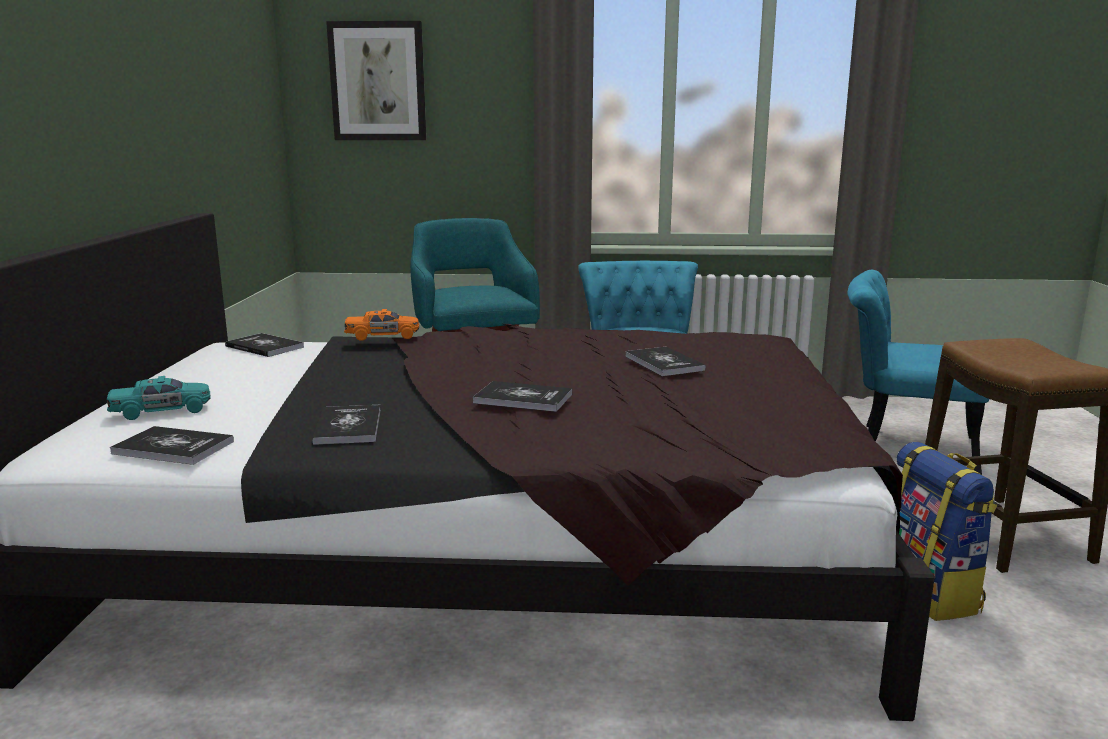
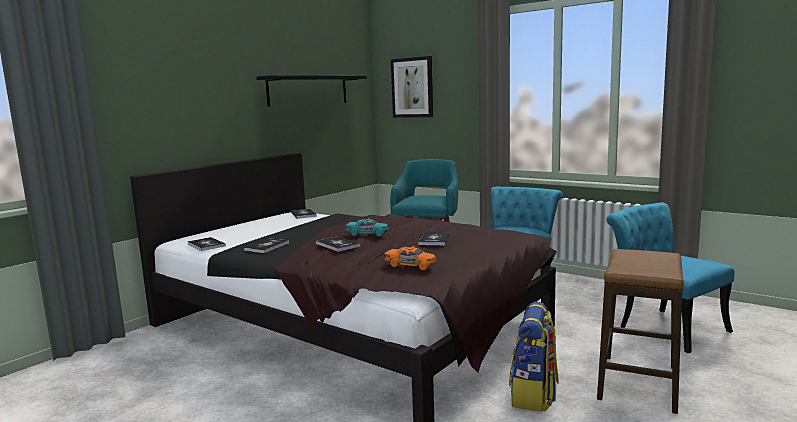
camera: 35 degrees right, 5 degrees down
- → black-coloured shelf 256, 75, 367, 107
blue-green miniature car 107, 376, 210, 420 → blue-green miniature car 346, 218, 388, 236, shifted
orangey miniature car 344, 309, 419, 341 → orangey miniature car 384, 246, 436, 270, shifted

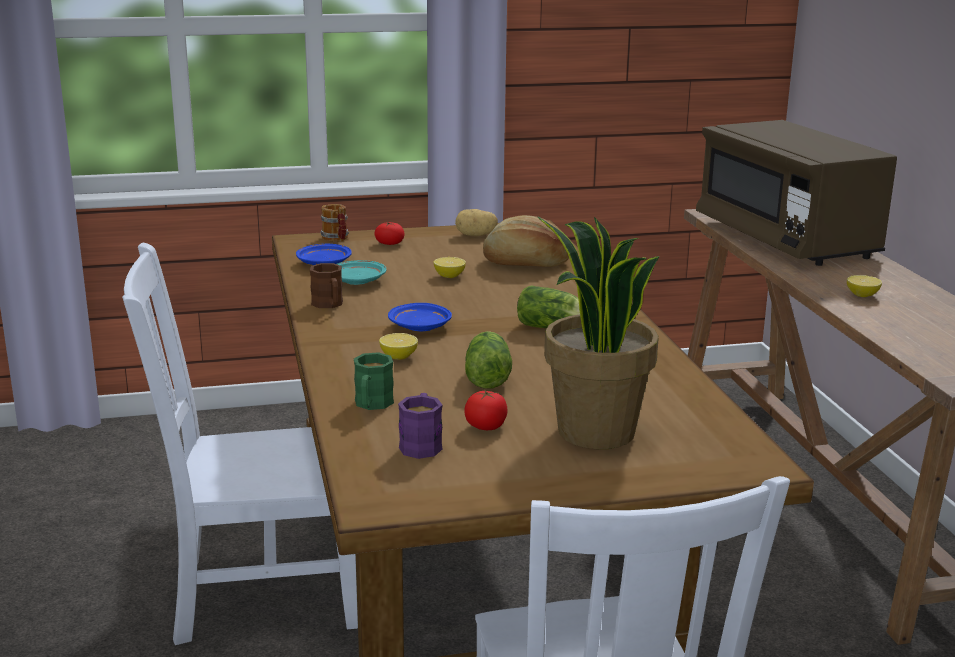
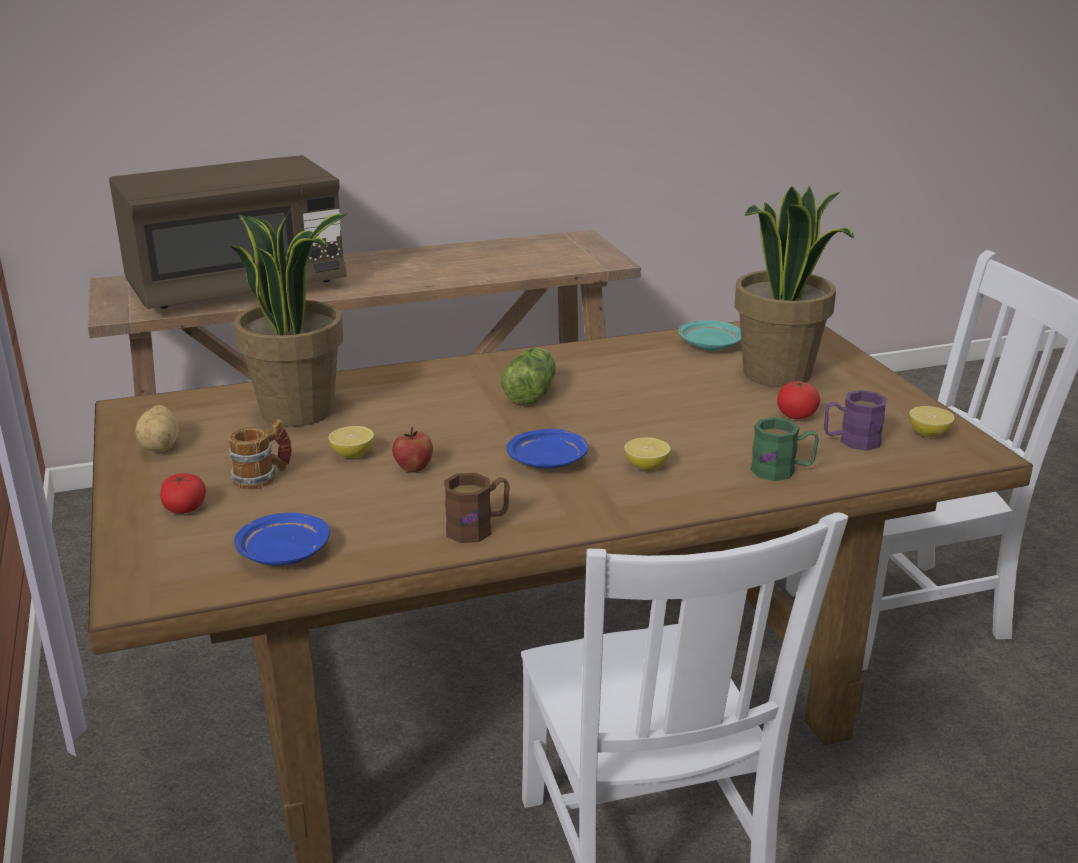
camera: 95 degrees left, 5 degrees up
coffee mug 320, 204, 349, 242 → coffee mug 228, 419, 292, 490, shifted
baked bread 483, 215, 569, 267 → potted plant 229, 210, 348, 427
- → apple 392, 427, 433, 473
blue-green plate 337, 260, 387, 285 → blue-green plate 678, 320, 741, 351, shifted
whole lemon 847, 275, 882, 297 → whole lemon 909, 406, 954, 437, shifted
head of lettuce 465, 331, 512, 389 → -

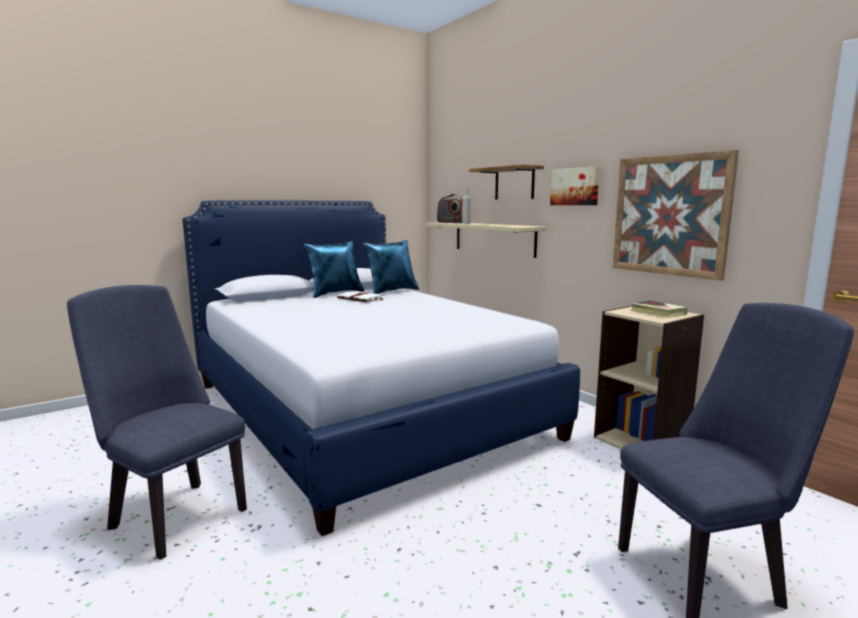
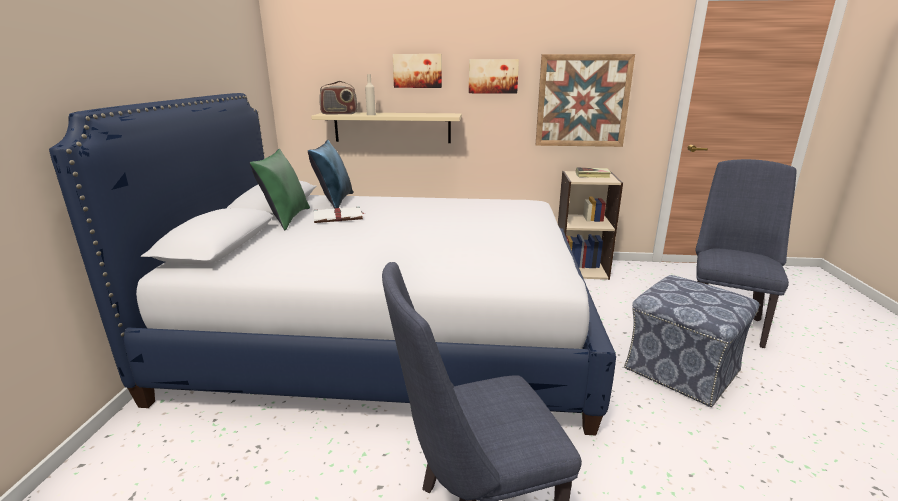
camera: 50 degrees left, 10 degrees up
blue-coloured cushion 304, 241, 365, 298 → green cushion 249, 149, 310, 230
shelf 469, 164, 544, 199 → wall art 393, 54, 442, 88
- → pouffe 624, 275, 759, 407

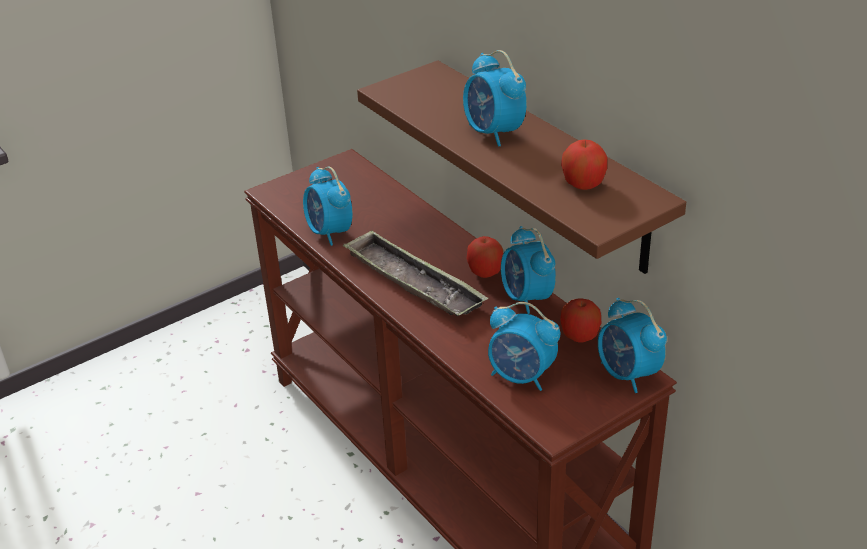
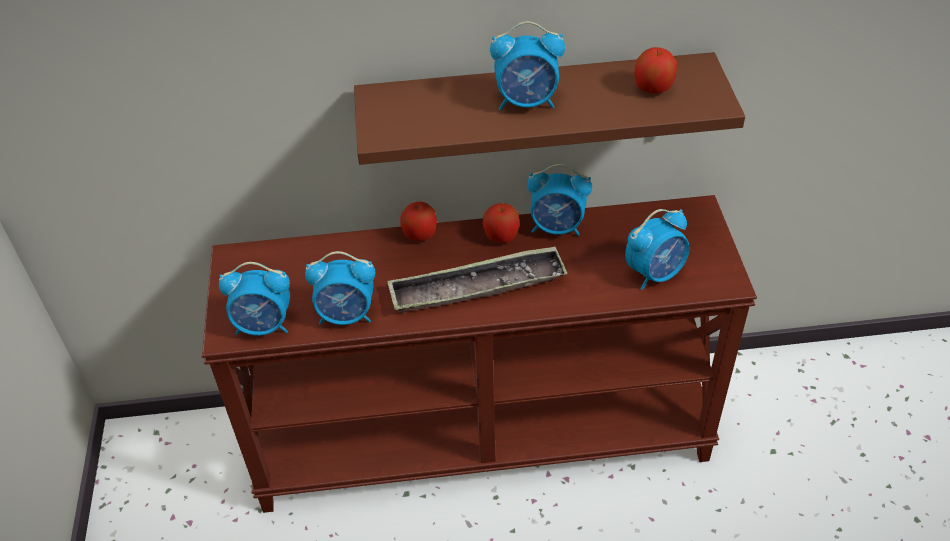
camera: 60 degrees left, 10 degrees up
table clock 598, 298, 667, 393 → table clock 219, 262, 290, 336, shifted
apple 560, 298, 601, 343 → apple 400, 202, 437, 241, shifted

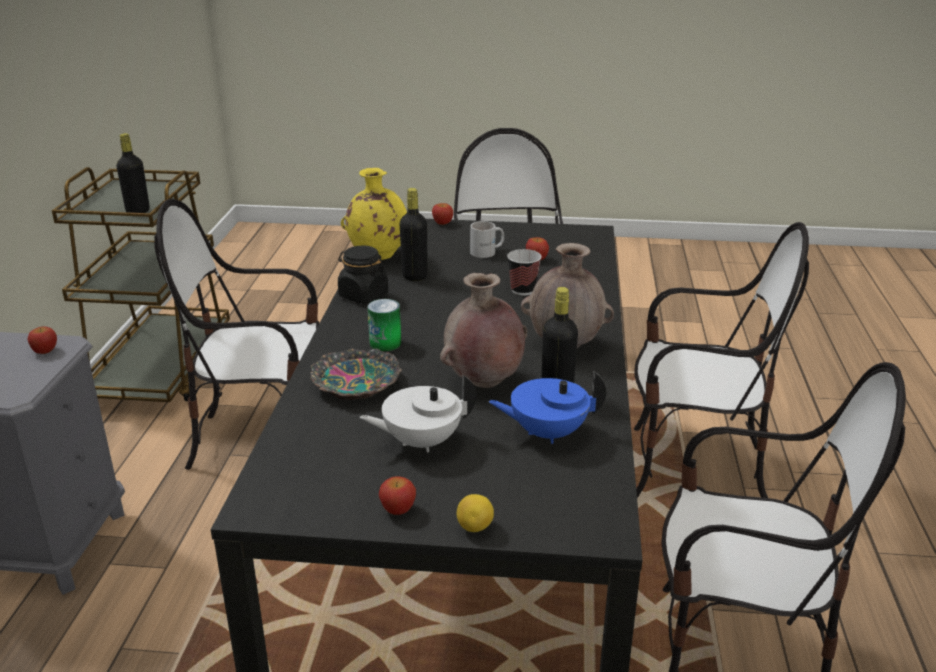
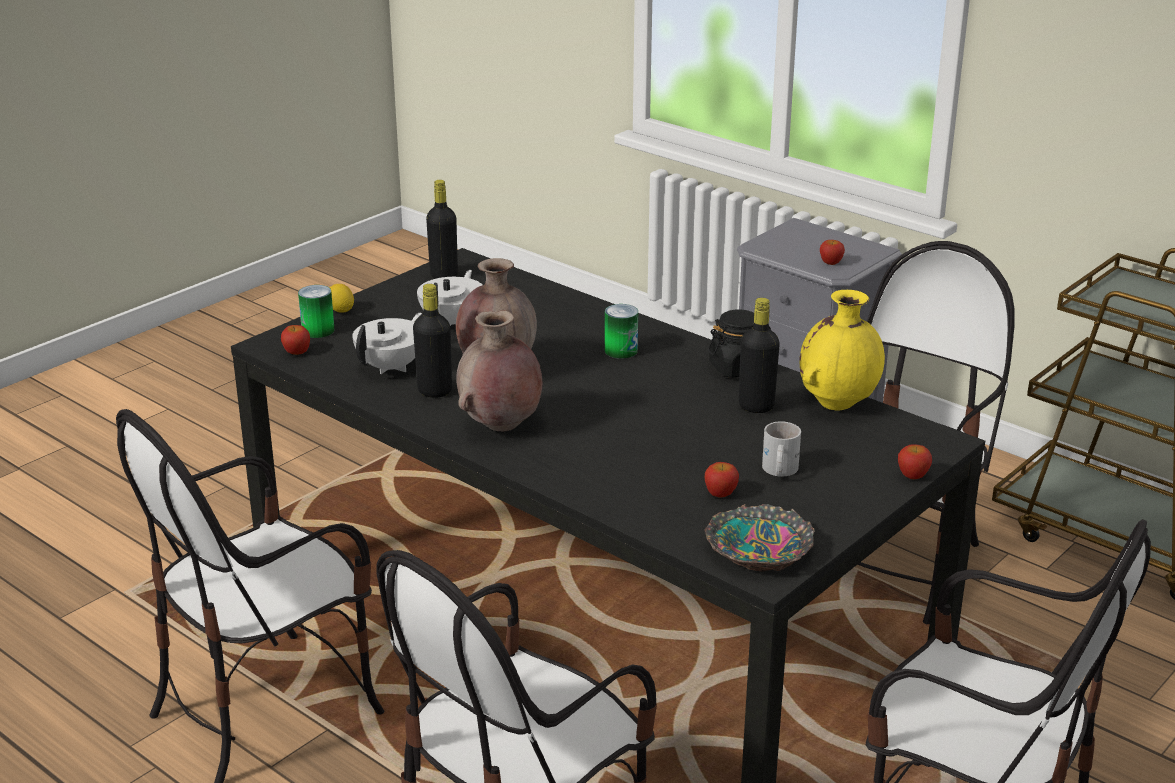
camera: 125 degrees right, 0 degrees up
apple 379, 476, 416, 515 → apple 281, 325, 310, 355, shifted
- → metal can 298, 285, 335, 338
blue-coloured pot for tea 488, 372, 606, 444 → white pot for tea 352, 313, 422, 374
black-coloured beverage bottle 116, 133, 150, 213 → black-coloured beverage bottle 426, 180, 458, 279, shifted
serving bowl 310, 349, 402, 400 → serving bowl 704, 504, 815, 571, shifted
drinking cup 507, 249, 542, 295 → -

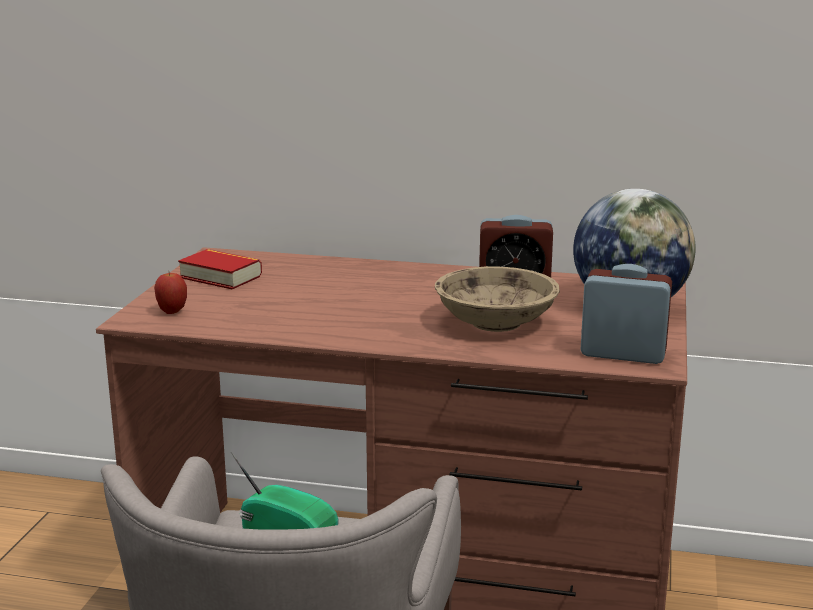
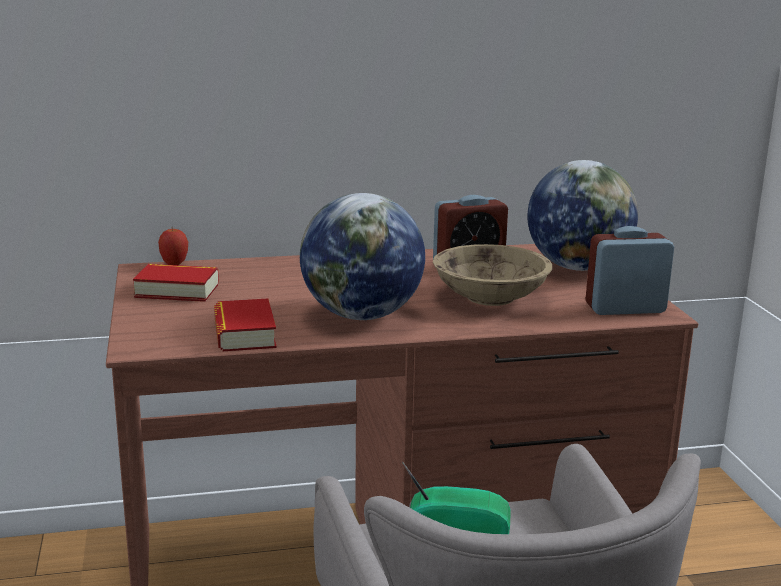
camera: 25 degrees left, 0 degrees up
apple 154, 273, 187, 314 → apple 158, 227, 188, 265, shifted
- → bound book 214, 299, 277, 351
- → desk globe 300, 193, 425, 320

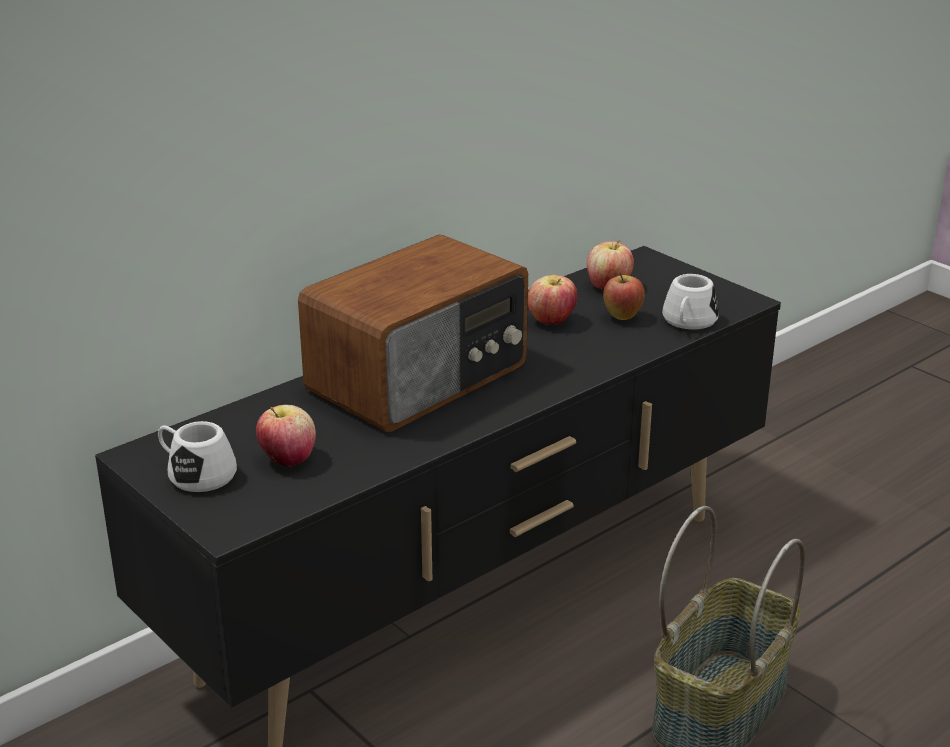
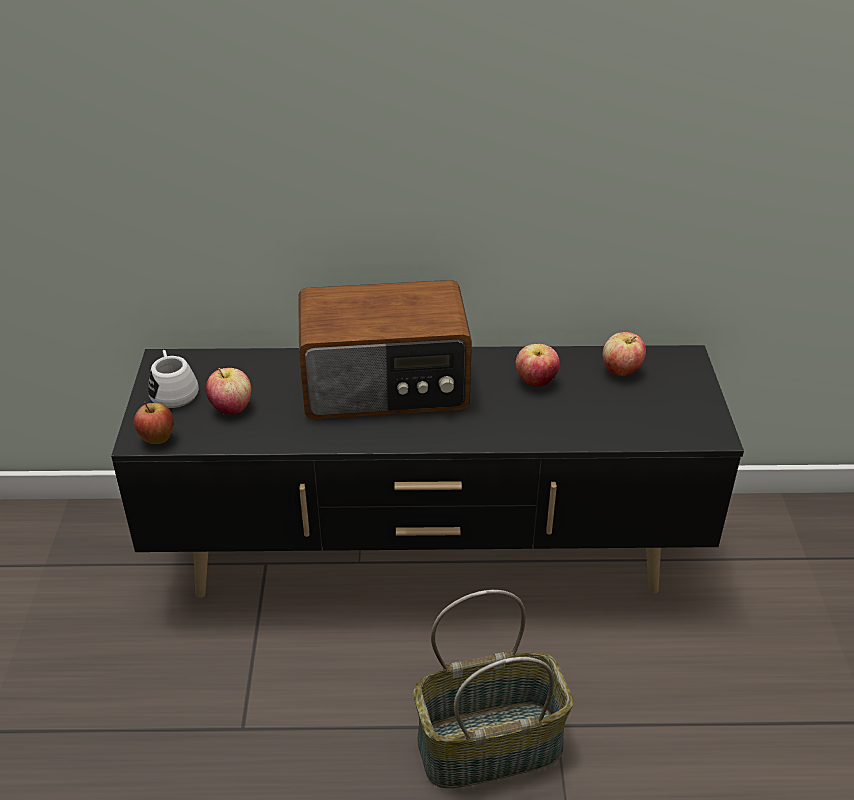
camera: 40 degrees right, 10 degrees up
apple 603, 272, 645, 320 → apple 134, 401, 174, 444, shifted
white coffee mug 662, 274, 719, 329 → -

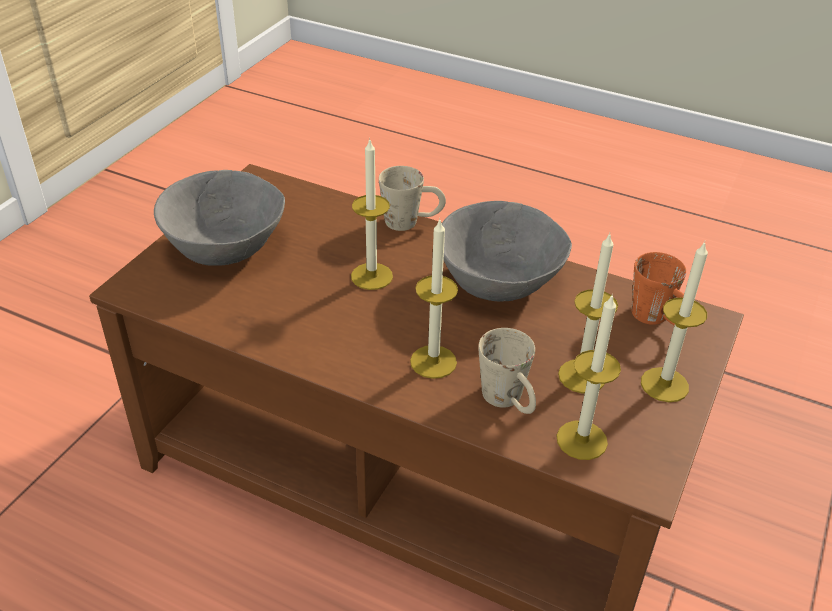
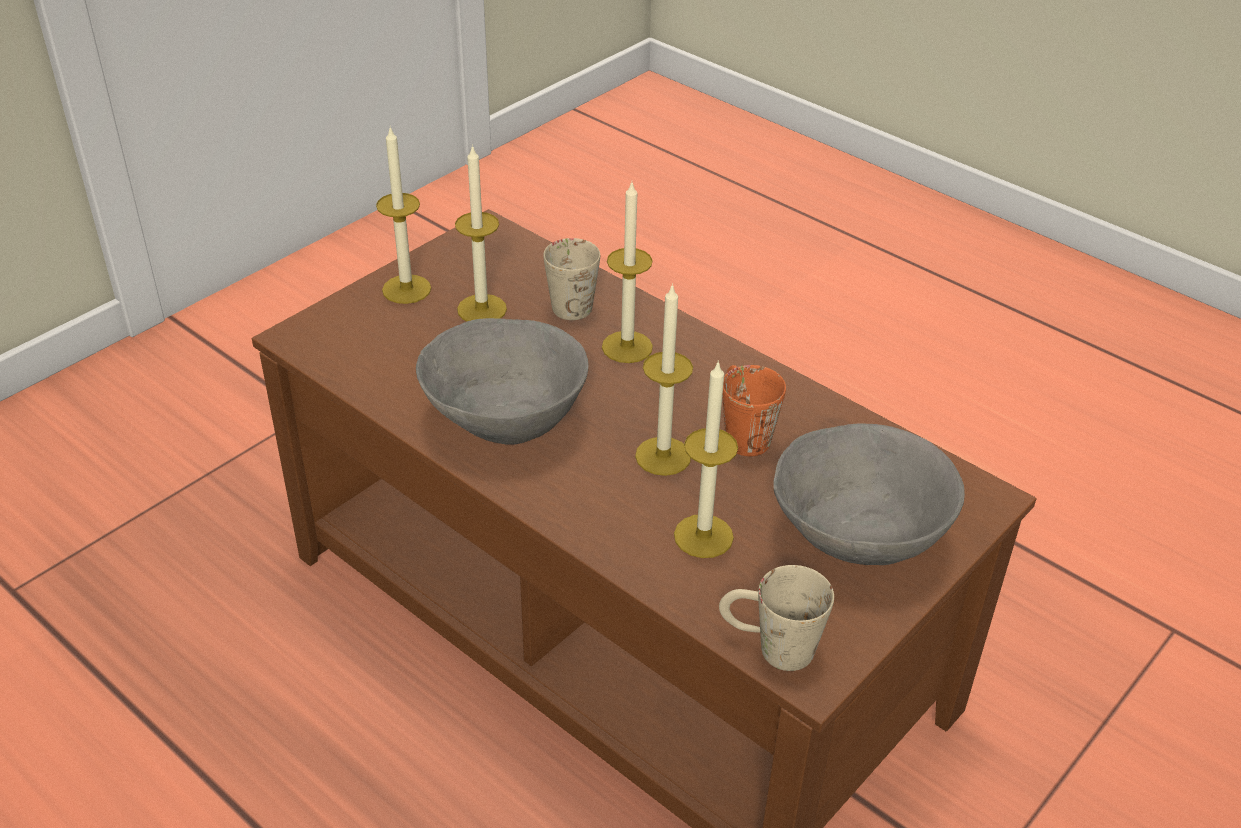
camera: 165 degrees left, 0 degrees up
wax candle 556, 294, 621, 460 → wax candle 674, 360, 738, 558, shifted
beige coffee mug 379, 166, 446, 231 → beige coffee mug 719, 565, 834, 671, shifted
orangey coffee mug 632, 252, 686, 326 → orangey coffee mug 722, 365, 786, 456, shifted

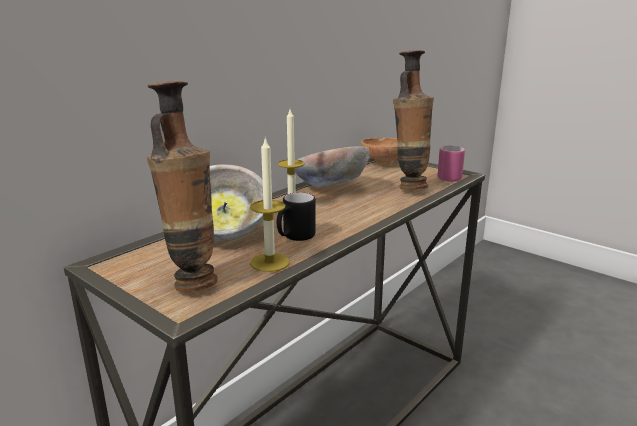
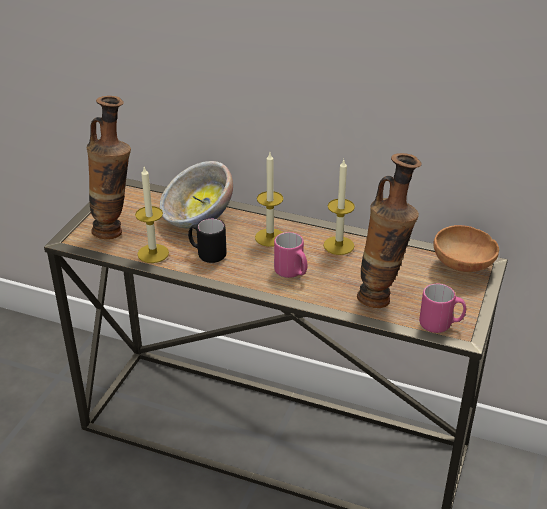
camera: 70 degrees right, 15 degrees up
- → pinkish coffee mug 274, 232, 308, 278
serving bowl 295, 146, 370, 187 → wax candle 323, 160, 355, 255

